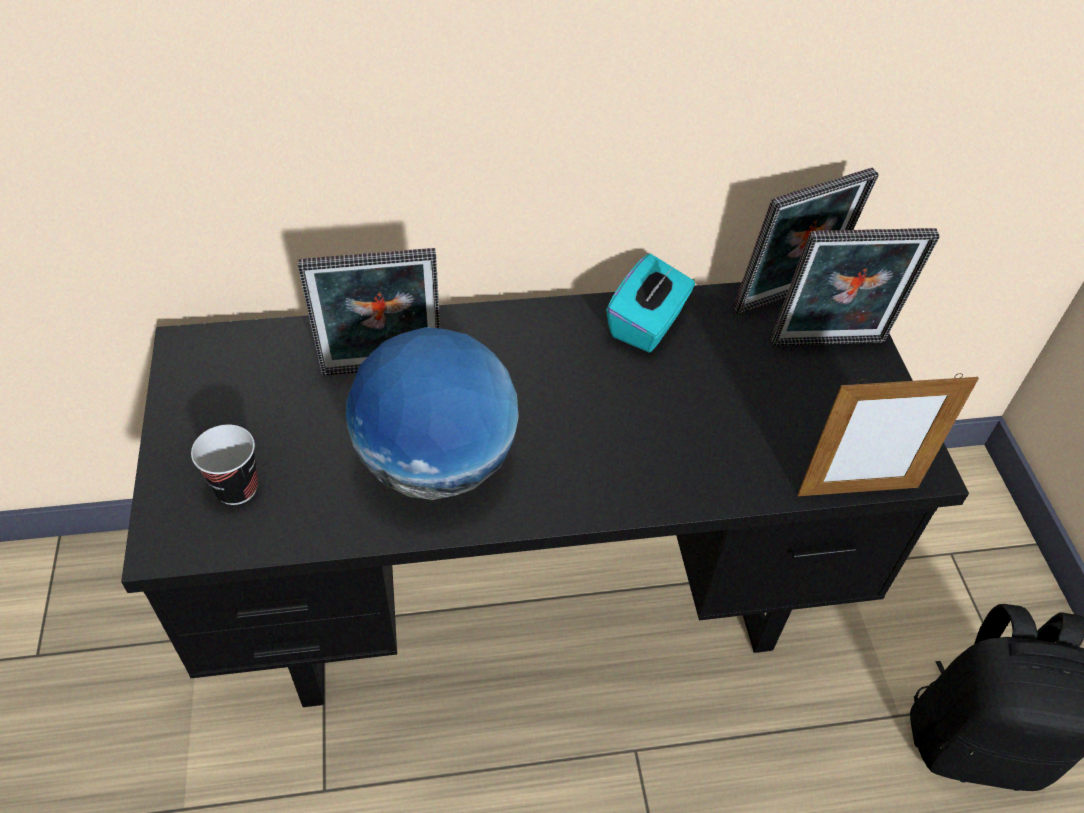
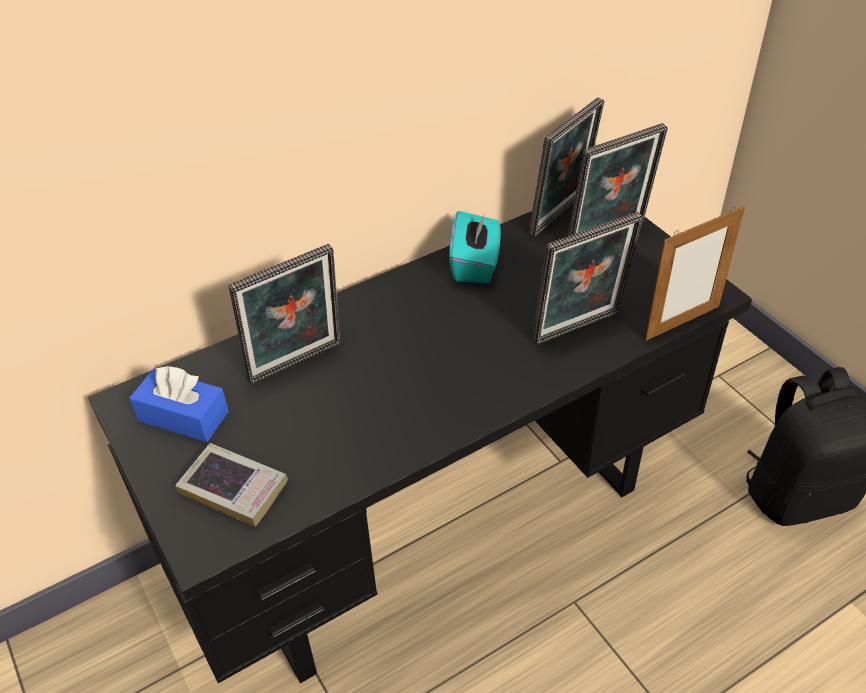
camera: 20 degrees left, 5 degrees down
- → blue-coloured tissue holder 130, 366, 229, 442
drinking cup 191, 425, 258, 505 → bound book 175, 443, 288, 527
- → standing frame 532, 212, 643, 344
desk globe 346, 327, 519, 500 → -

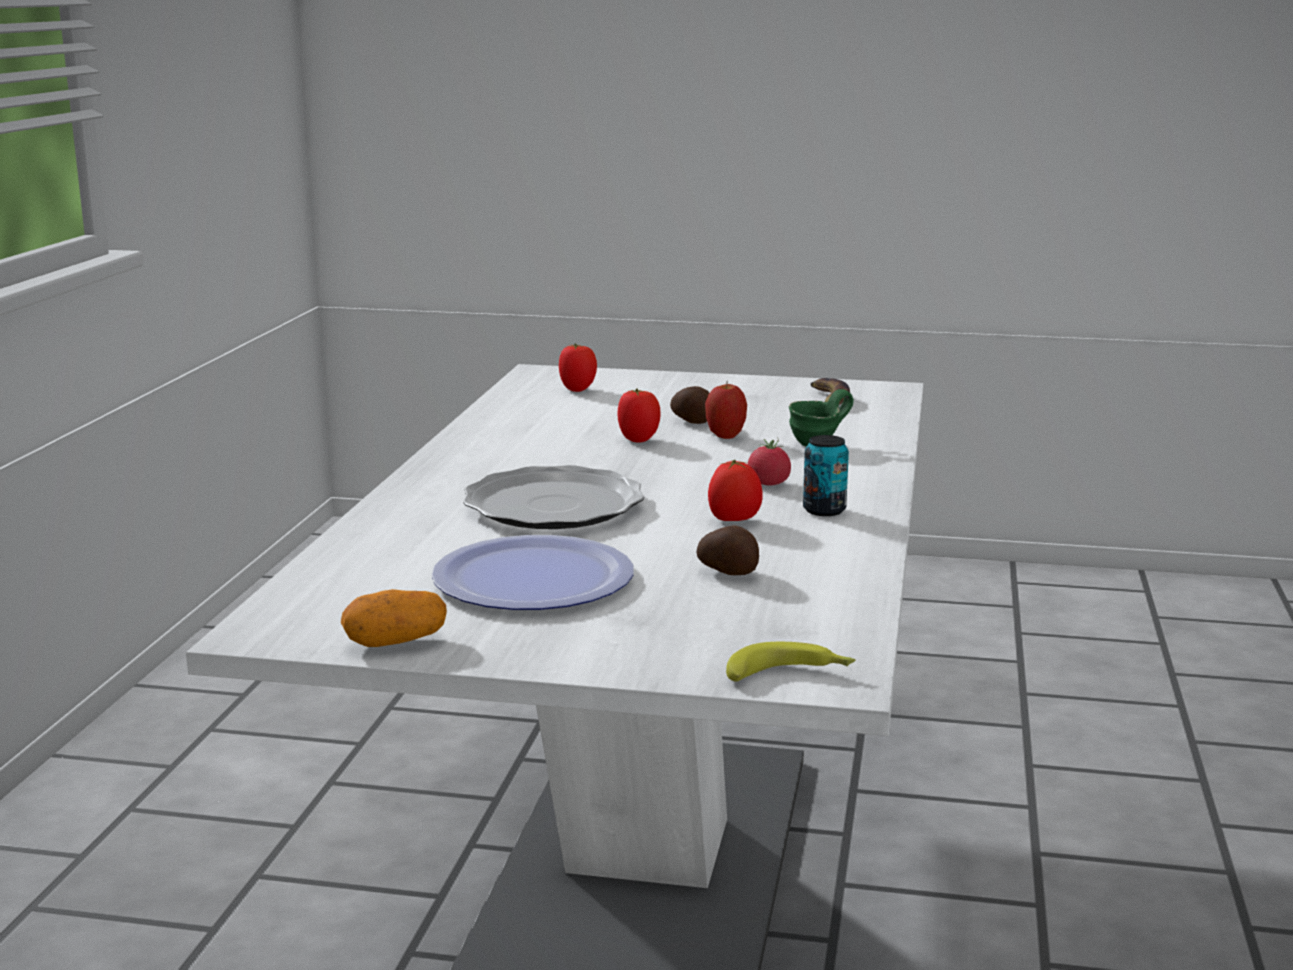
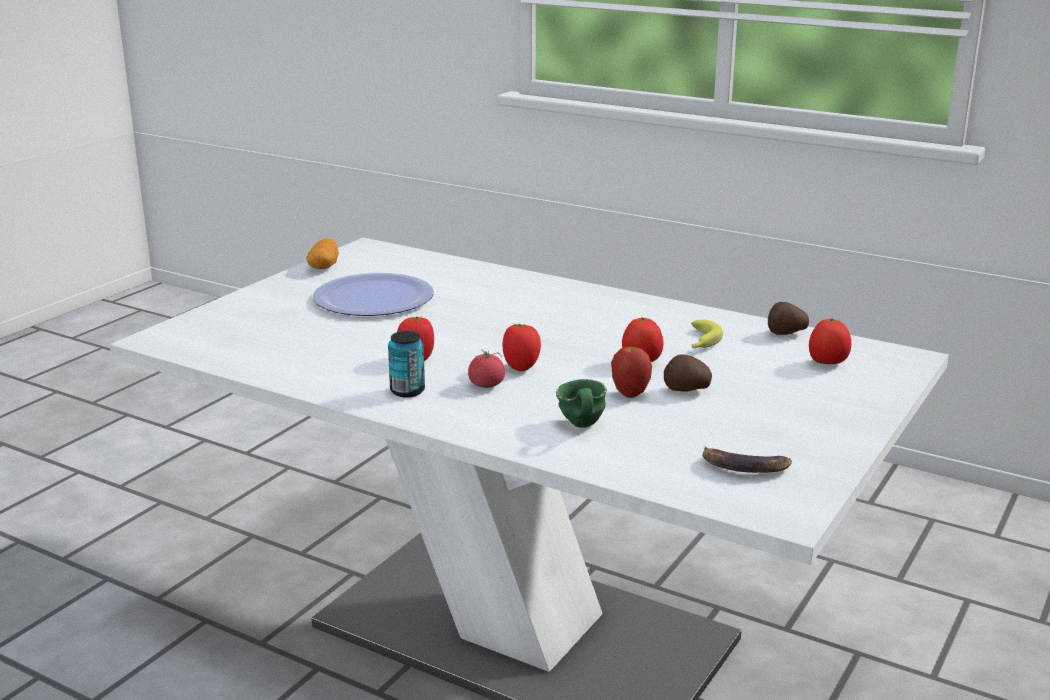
camera: 110 degrees right, 5 degrees up
- → tomato 502, 324, 541, 371
banana 726, 642, 856, 682 → banana 691, 320, 723, 349, shifted
whole potato 697, 525, 759, 575 → whole potato 768, 302, 809, 335, shifted
plate 463, 465, 644, 529 → -

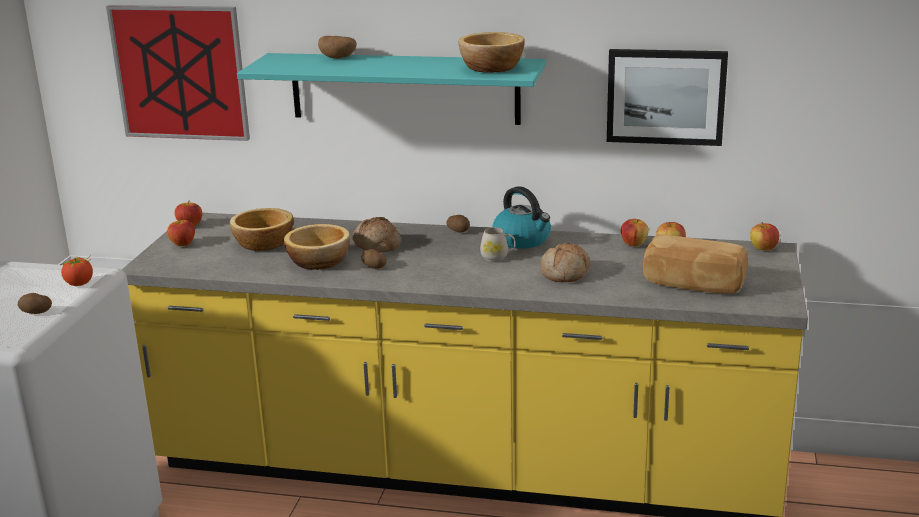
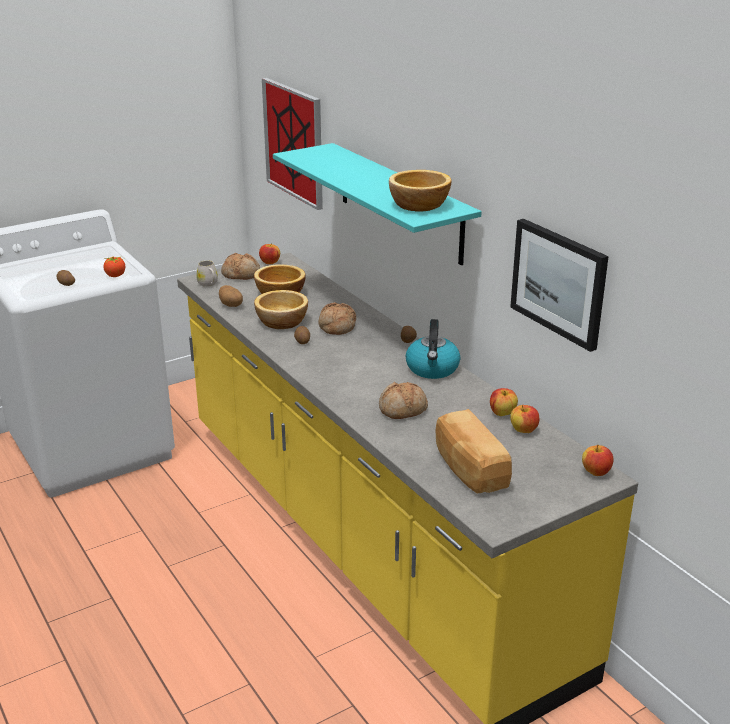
camera: 45 degrees right, 5 degrees up
white coffee mug 480, 227, 516, 261 → white coffee mug 196, 260, 218, 287, shifted
whole potato 318, 36, 357, 59 → whole potato 219, 285, 243, 307, shifted
apple 167, 218, 195, 246 → baked bread 221, 253, 260, 280

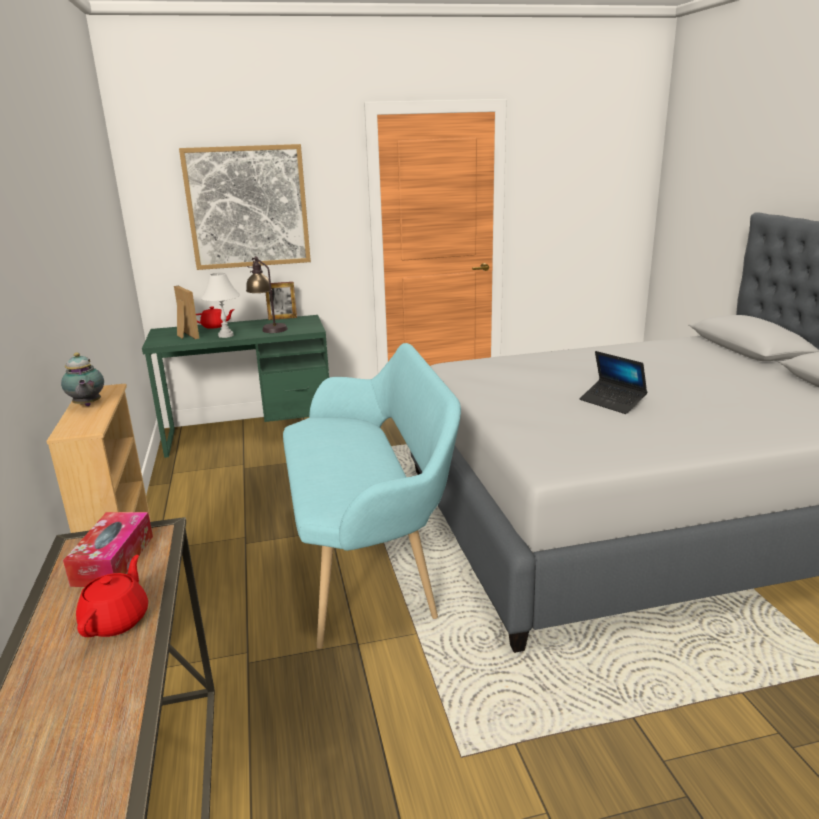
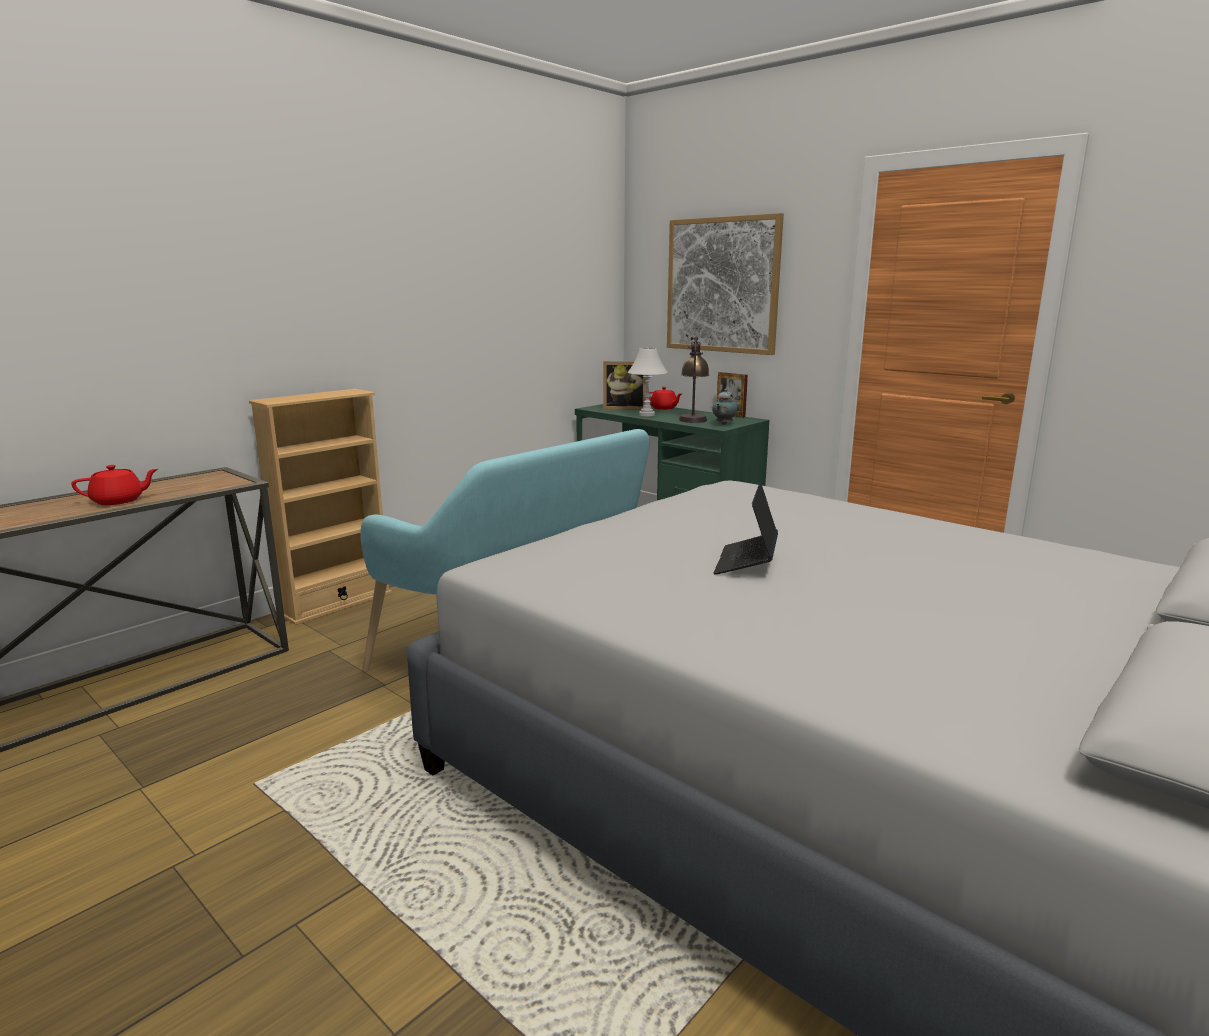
camera: 55 degrees right, 5 degrees down
standing frame 174, 286, 199, 339 → standing frame 603, 361, 646, 410, 75 degrees clockwise
pot for tea 61, 353, 104, 406 → pot for tea 712, 389, 738, 425, shifted
tissue holder 63, 512, 153, 587 → -

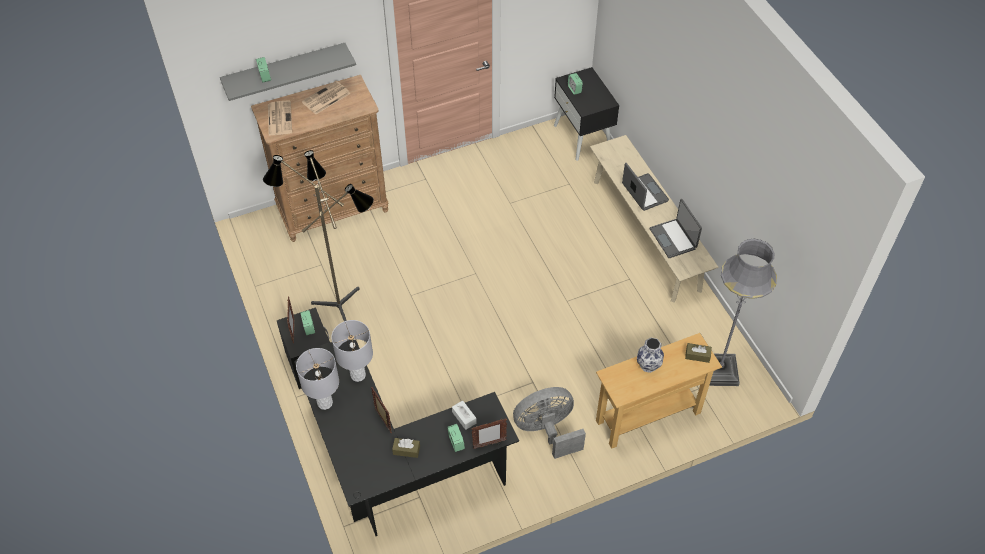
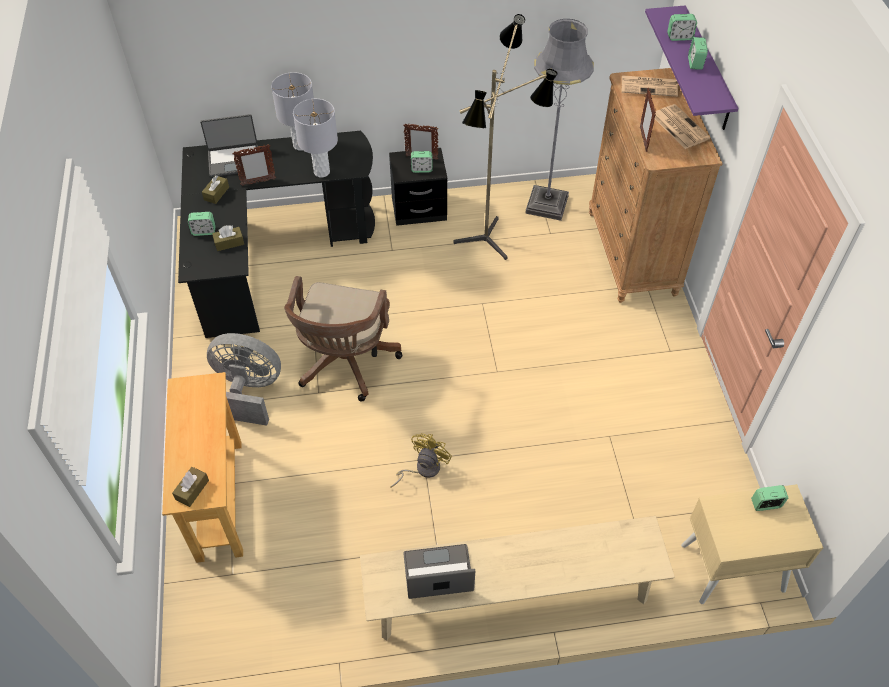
camera: 105 degrees right, 0 degrees up
notebook computer 622, 163, 669, 211 → notebook computer 200, 114, 258, 177, shifted
greyish fan 513, 387, 586, 459 → greyish fan 207, 333, 281, 426, 75 degrees counterclockwise
white tissue holder 452, 400, 476, 430 → brown-coloured tissue holder 212, 225, 244, 251
- → brown-coloured office chair 284, 276, 402, 402
- → yellow fan 390, 433, 452, 488
greyish standing lamp 709, 238, 777, 386 → greyish standing lamp 525, 19, 594, 221, shifted
standing frame 472, 418, 507, 449 → standing frame 640, 88, 656, 152, shifted
greyish shelf 220, 43, 356, 101 → purple-coloured shelf 645, 5, 738, 130
black-coloured night table 554, 67, 619, 161 → beige night table 681, 484, 823, 604
- → table clock 688, 37, 708, 70
flower vase 637, 338, 664, 373 → -

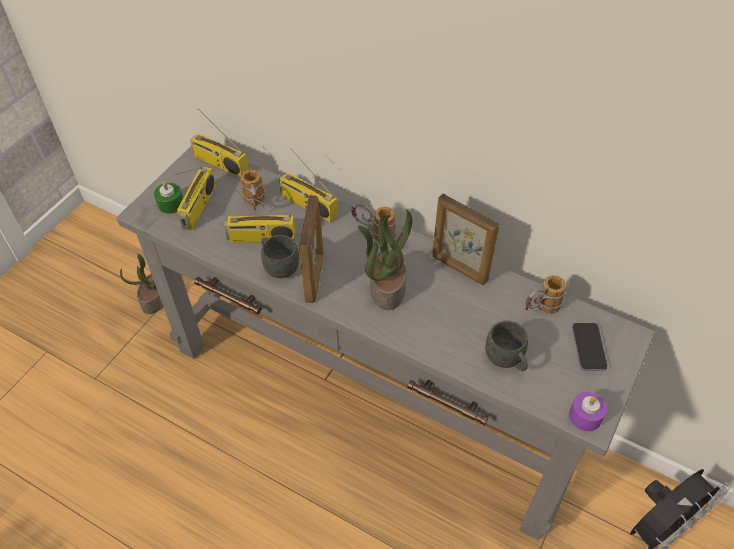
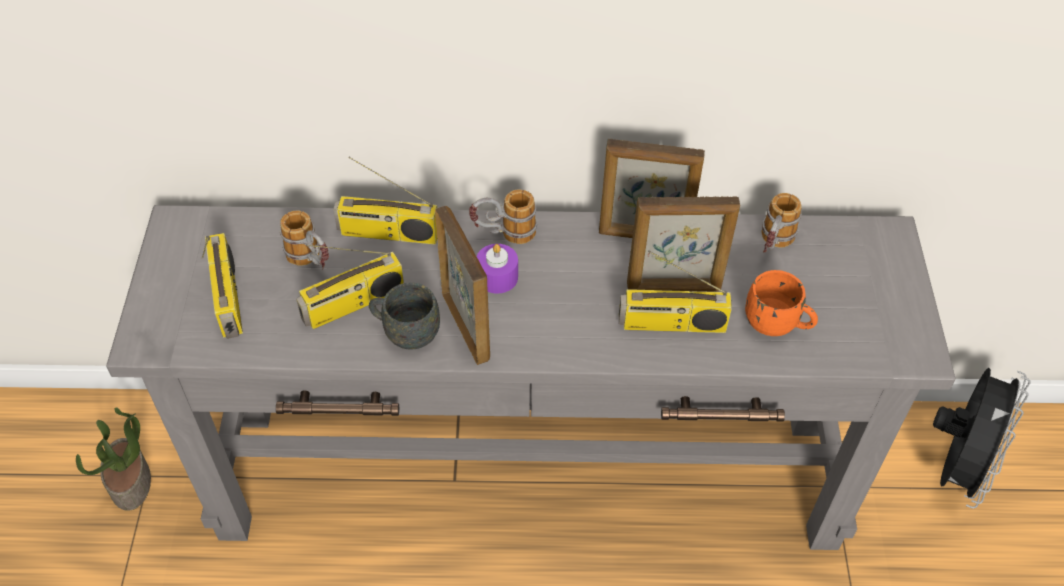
camera: 30 degrees left, 0 degrees up
purple-coloured wax candle 569, 392, 607, 431 → purple-coloured wax candle 476, 244, 518, 294, shifted
radio set 190, 109, 249, 178 → radio set 619, 250, 732, 333, shifted
- → standing frame 627, 196, 740, 292
greyish coffee mug 485, 320, 528, 371 → orangey coffee mug 745, 270, 818, 336
green wax candle 154, 181, 183, 214 → -
potted plant 358, 209, 412, 310 → -
phone 572, 323, 608, 371 → -

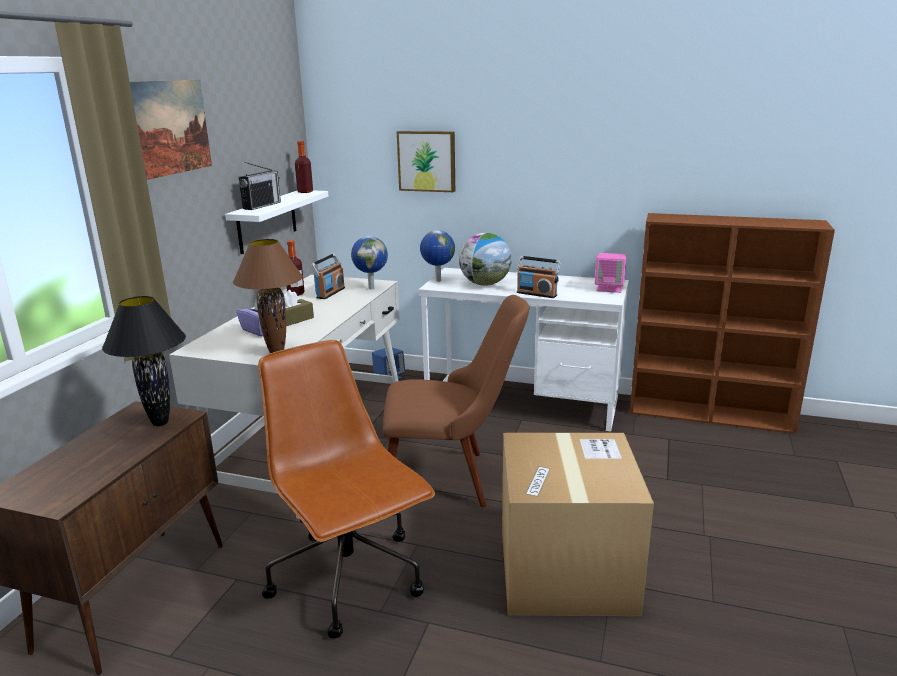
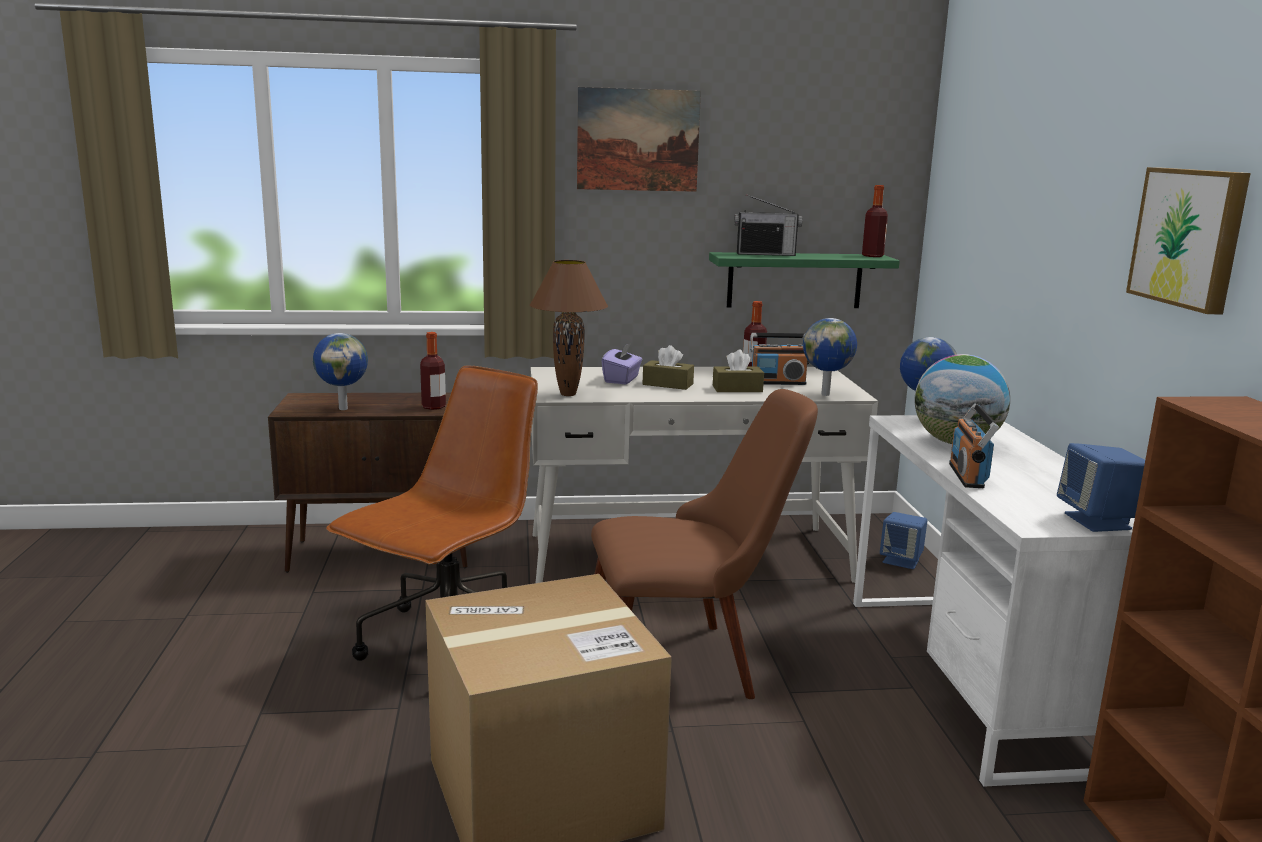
camera: 65 degrees right, 5 degrees down
- → desk globe 313, 333, 368, 410
black-coloured lamp for a table 102, 296, 186, 426 → beverage bottle 420, 332, 446, 410
brown-coloured plain chair 382, 295, 529, 507 → brown-coloured plain chair 591, 389, 818, 699, 75 degrees counterclockwise
white shelf 225, 190, 328, 254 → green shelf 709, 252, 900, 308
- → brown-coloured tissue holder 713, 350, 764, 392
pinkish speaker 595, 253, 626, 293 → blue-coloured speaker 1057, 443, 1145, 532
wall art 397, 131, 455, 192 → wall art 1126, 167, 1251, 314, shifted

